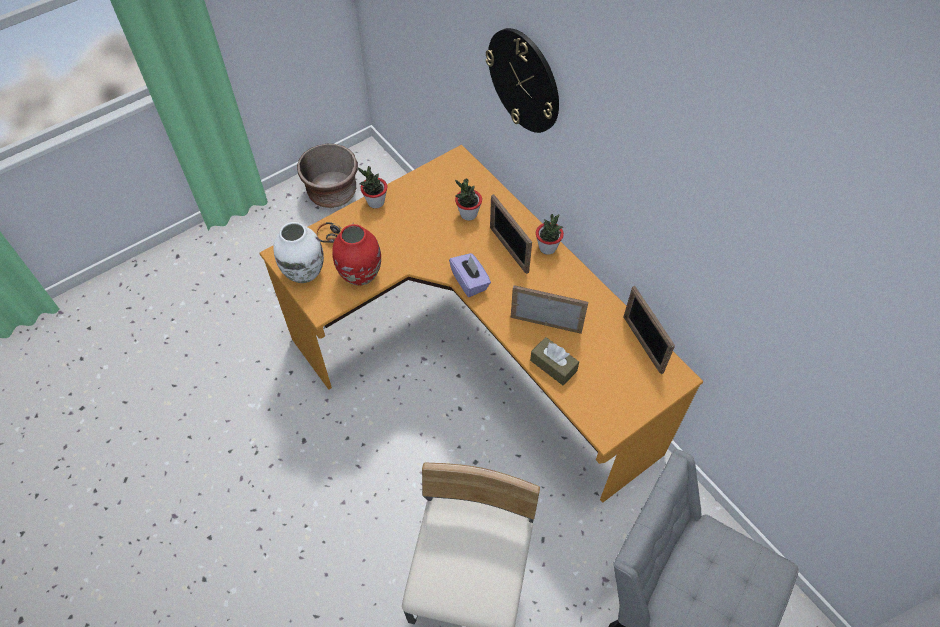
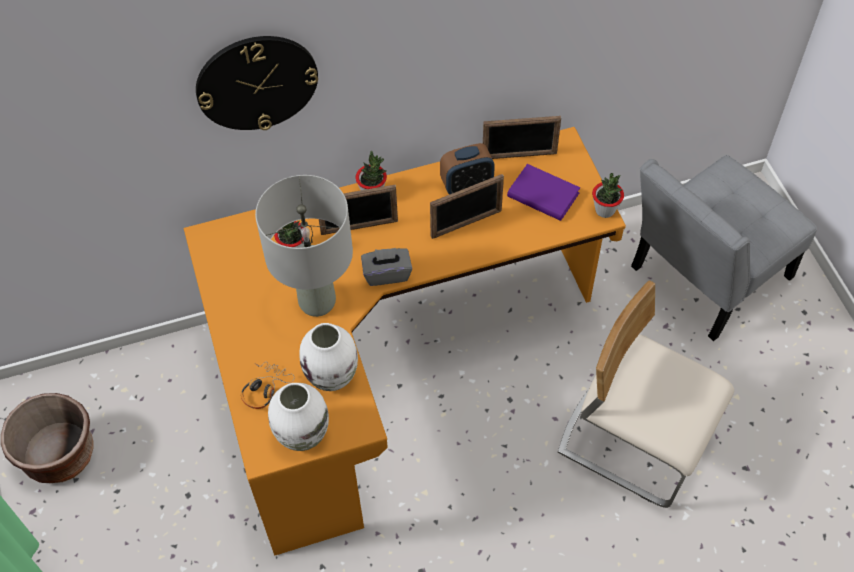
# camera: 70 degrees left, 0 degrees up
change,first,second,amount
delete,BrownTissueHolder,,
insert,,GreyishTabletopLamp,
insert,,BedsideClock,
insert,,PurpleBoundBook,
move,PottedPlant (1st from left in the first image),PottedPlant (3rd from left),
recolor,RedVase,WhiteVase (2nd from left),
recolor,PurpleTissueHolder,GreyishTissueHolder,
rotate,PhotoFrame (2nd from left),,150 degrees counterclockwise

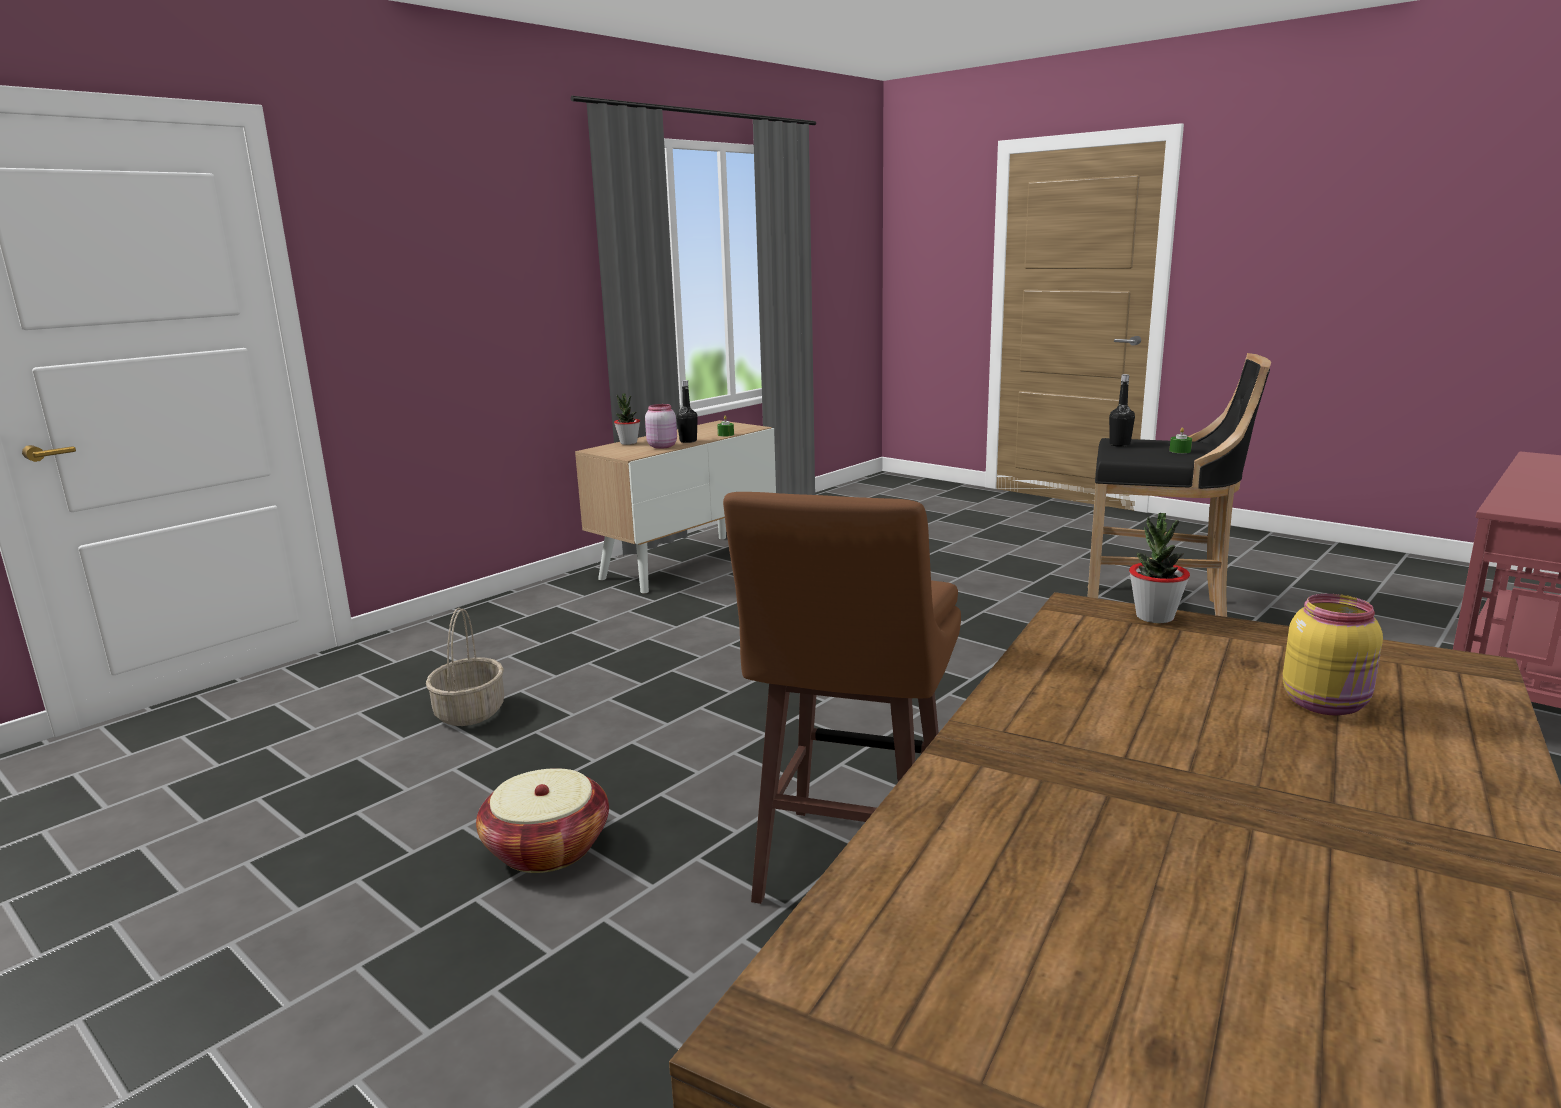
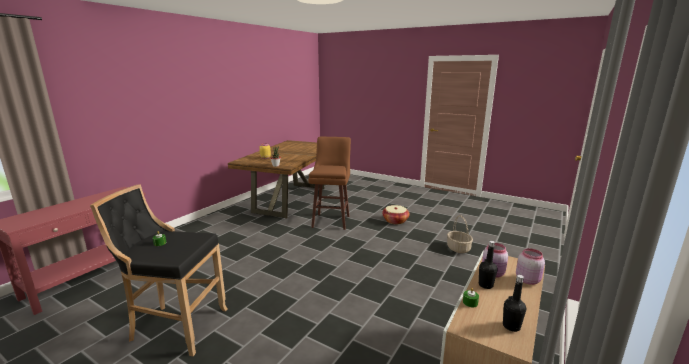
# camera: 170 degrees right, 0 degrees up
change,first,second,amount
move,BlackBottle (2nd from left),,
replace,PottedPlant (1st from left),PinkColouredPreserveJar (2nd from left),

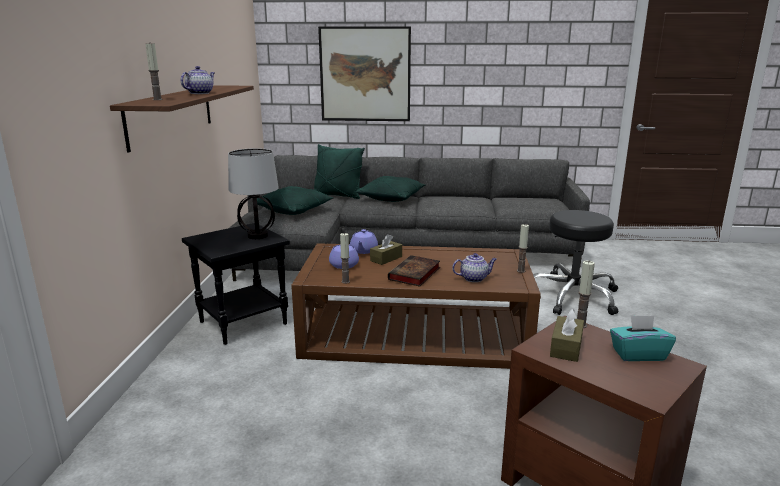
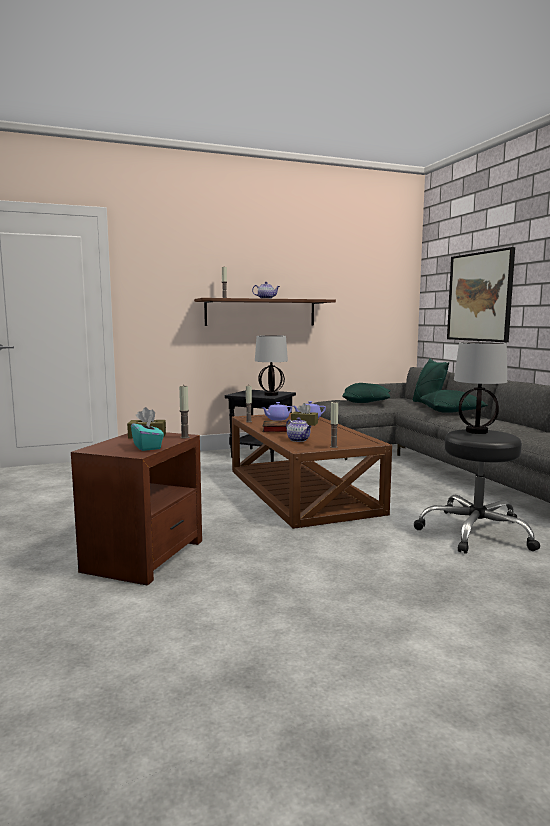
# camera: 65 degrees right, 10 degrees down
change,first,second,amount
insert,,TabletopLamp (2nd from left),

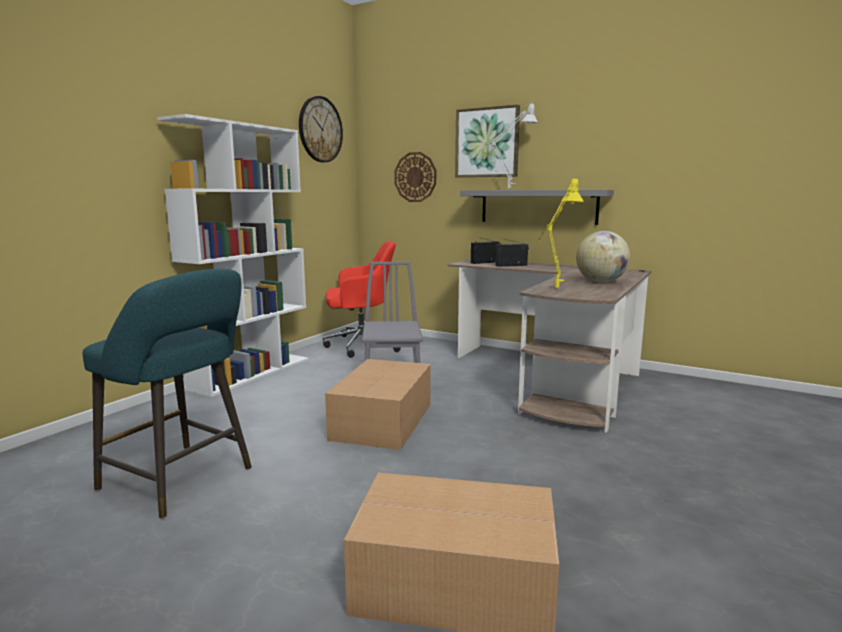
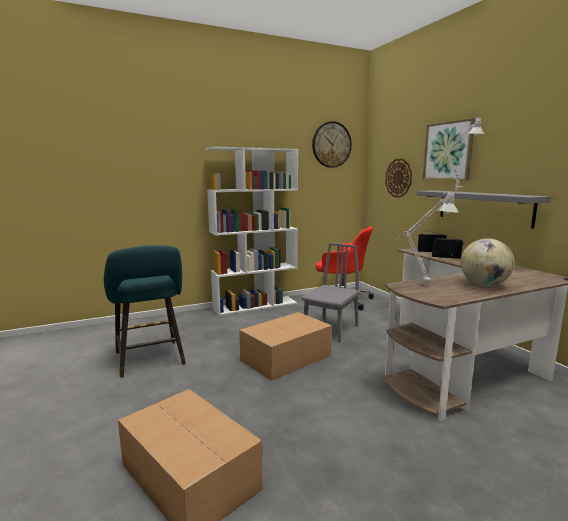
# camera: 35 degrees right, 0 degrees up
change,first,second,amount
recolor,YellowColouredTabletopLamp,GreyishTabletopLamp (1st from left),

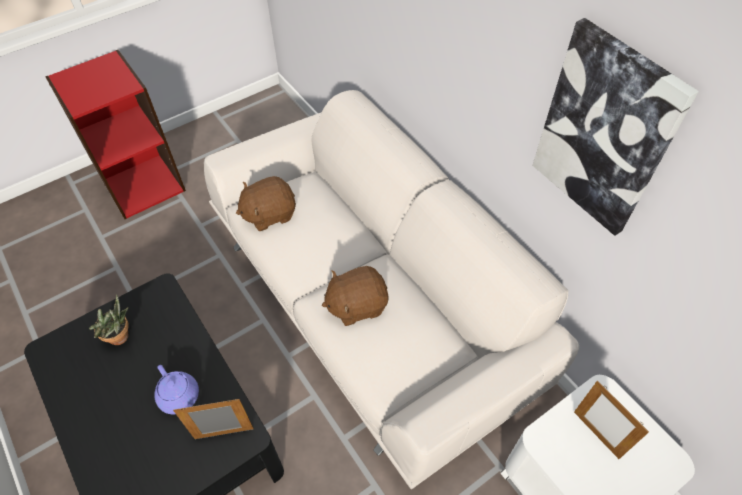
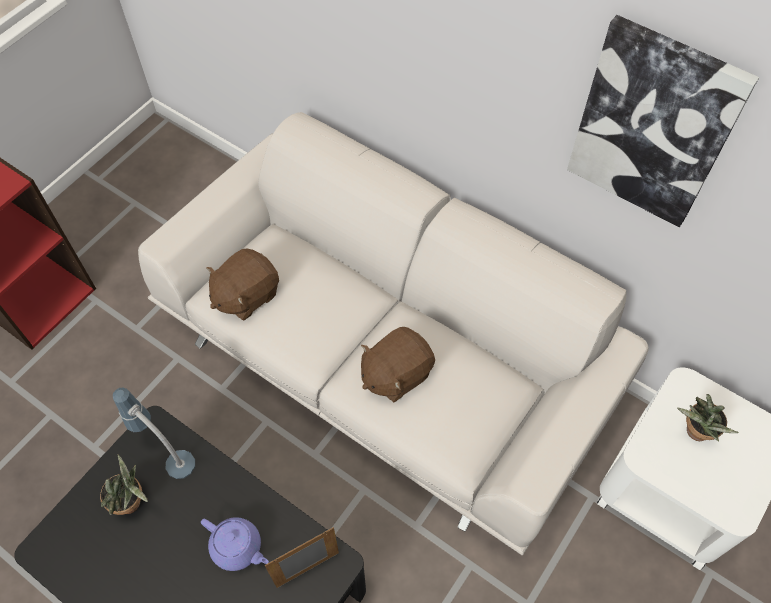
# camera: 20 degrees left, 5 degrees up
change,first,second,amount
insert,,TabletopLamp,
replace,PhotoFrame (2nd from left),PottedPlant (2nd from left),

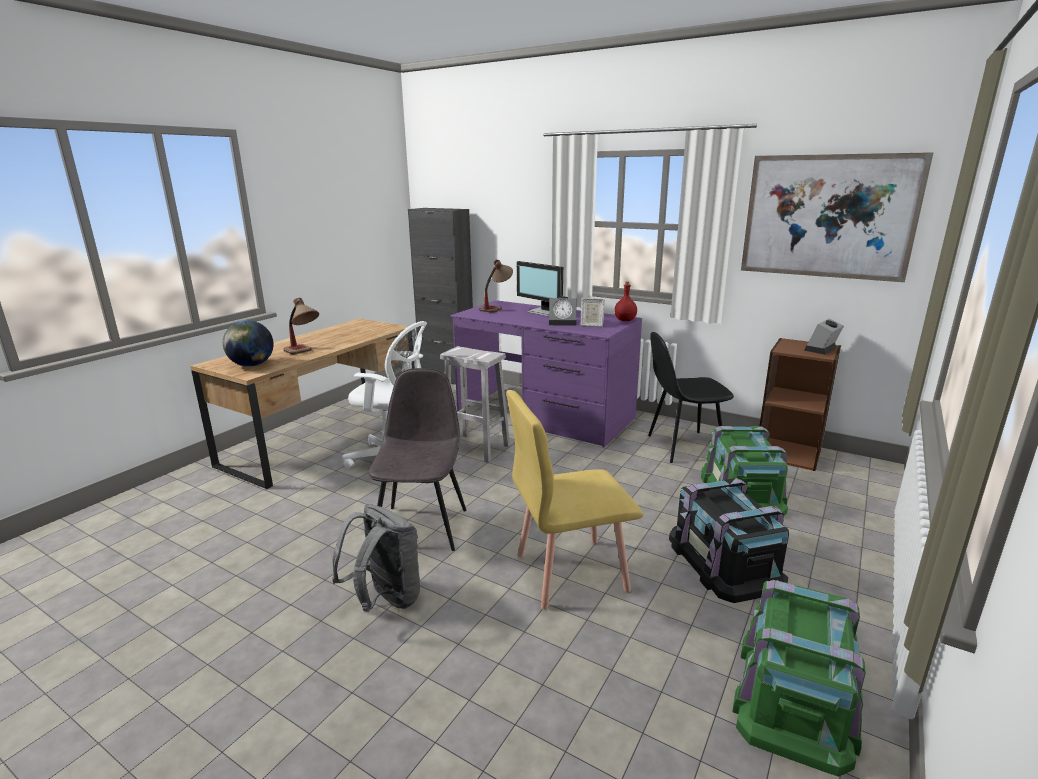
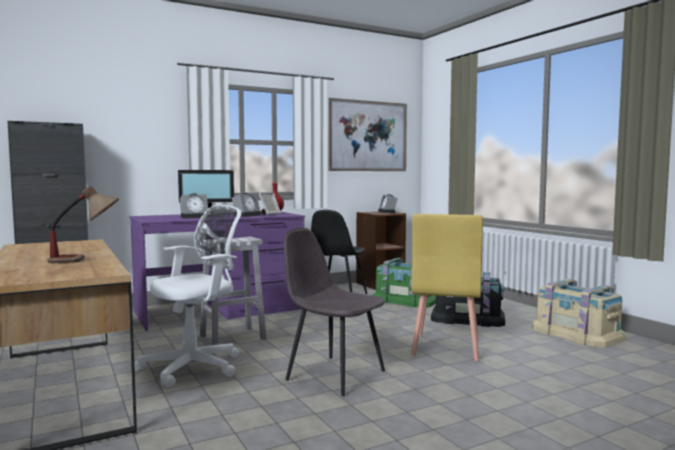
# camera: 60 degrees left, 15 degrees down
change,first,second,amount
delete,WorldGlobe,,
delete,GreyishKnapsack,,
delete,TabletopLamp (2nd from left),,
insert,,BedsideClock (1st from left),
recolor,GreenStorageBox (2nd from left),BeigeStorageBox,

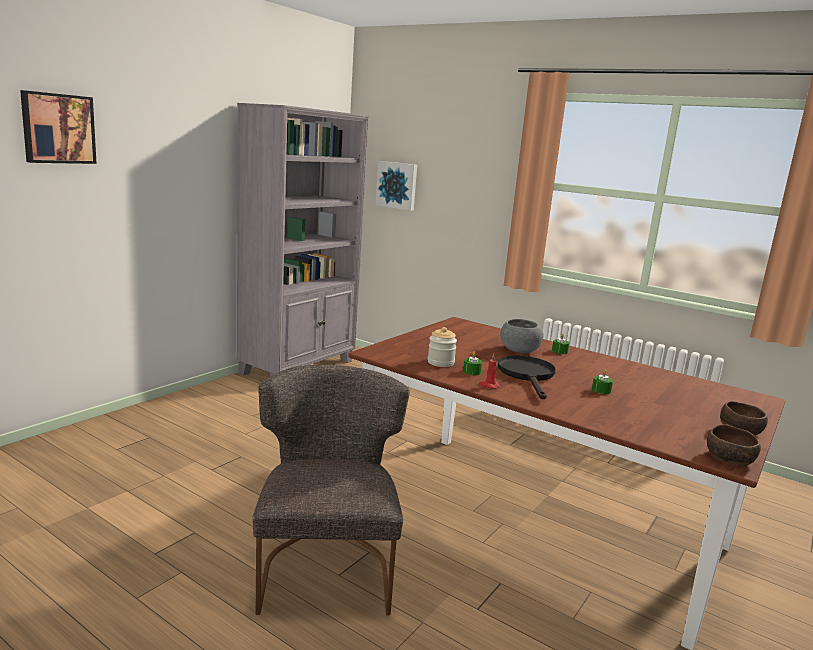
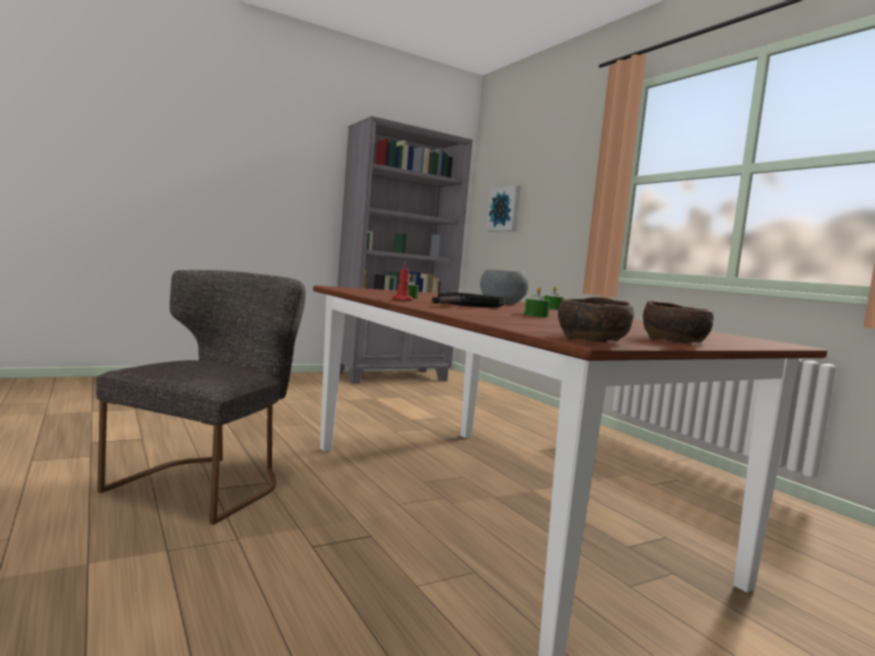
# camera: 25 degrees right, 10 degrees down
change,first,second,amount
delete,WallPicture (1st from left),,
delete,PreserveJar,,

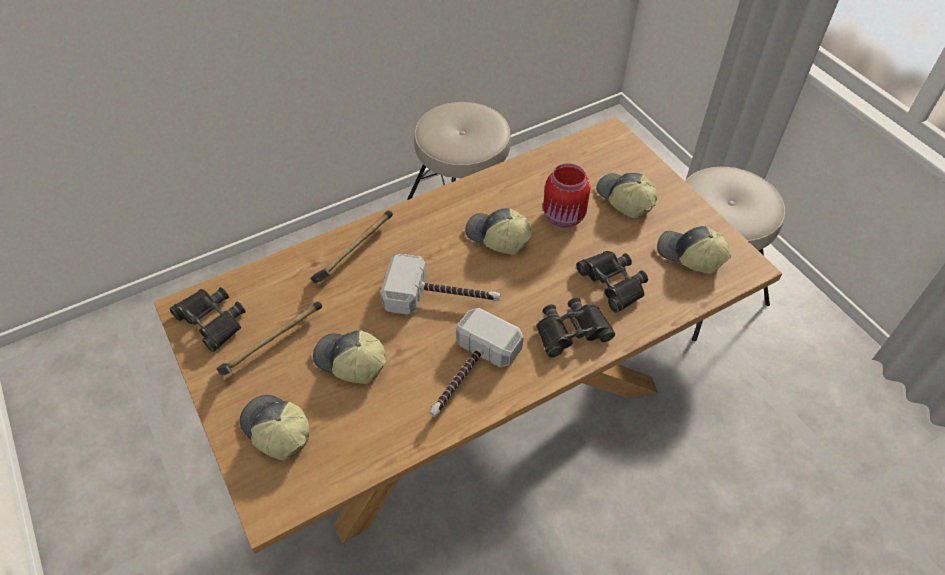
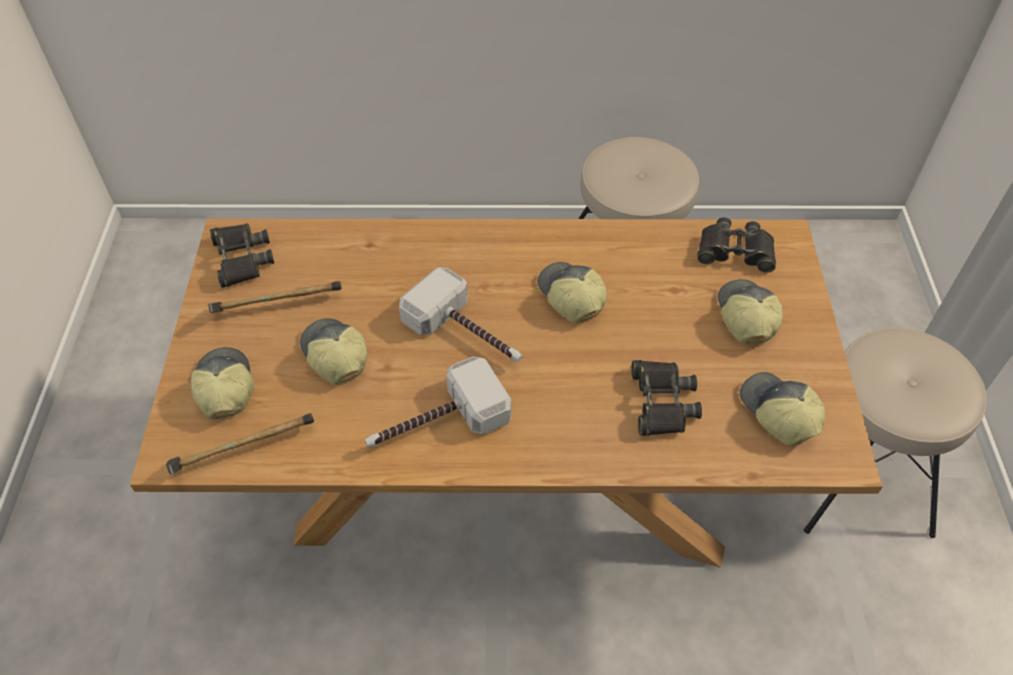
# camera: 30 degrees right, 0 degrees up
change,first,second,amount
delete,RedPreserveJar,,
move,ToolHammer (2nd from left in the first image),ToolHammer (1st from left),
move,BlackFieldGlasses (2nd from left in the first image),BlackFieldGlasses (3rd from left),

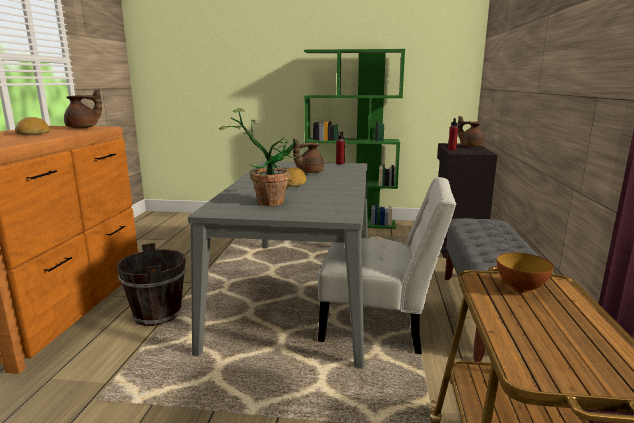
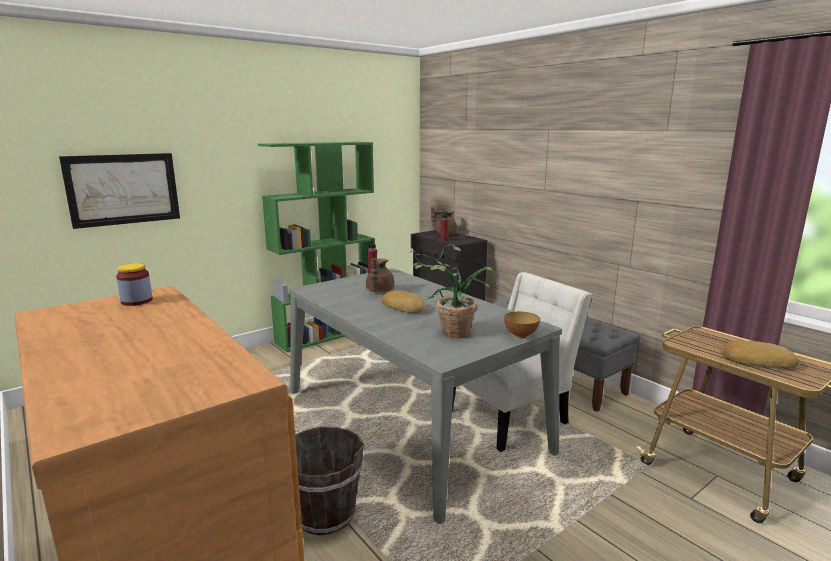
# camera: 45 degrees left, 0 degrees up
change,first,second,amount
insert,,WallPicture,
move,BakedBread (1st from left in the first image),BakedBread (2nd from left),
move,ServingBowl,,
replace,BrownTeapot (1st from left),PreserveJar,

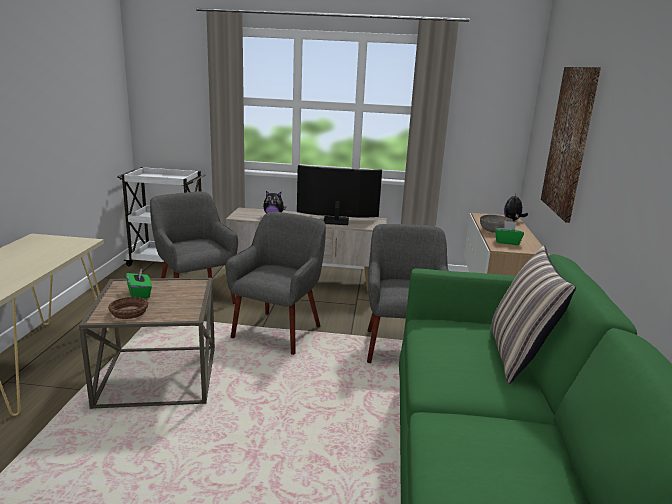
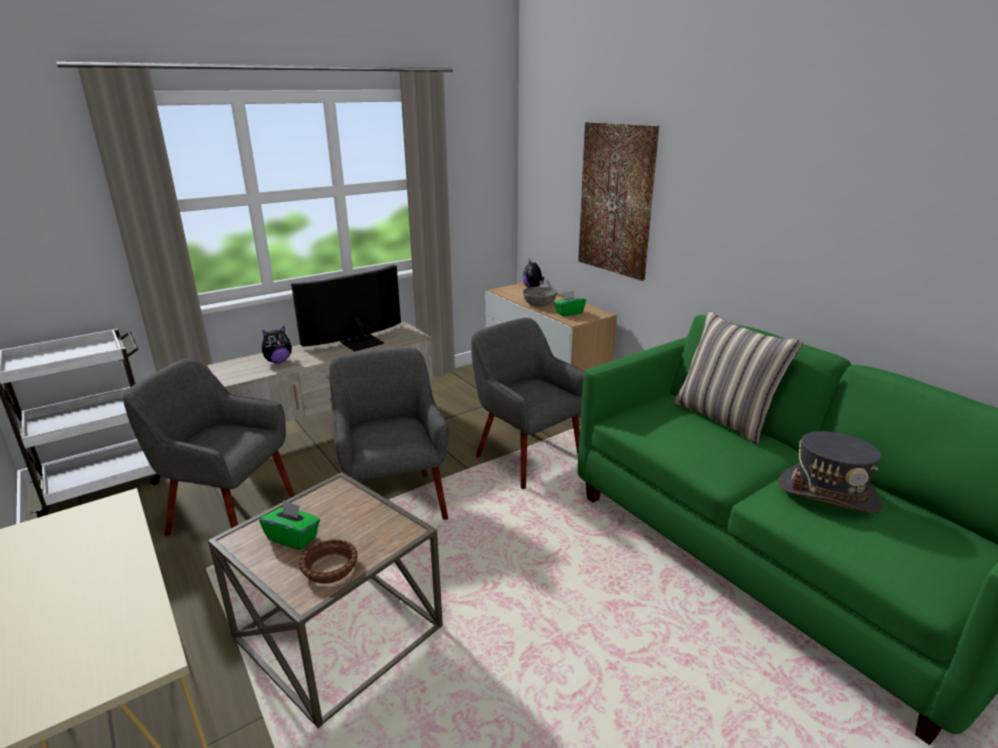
# camera: 40 degrees left, 5 degrees up
change,first,second,amount
insert,,GreyishClothingHat,

